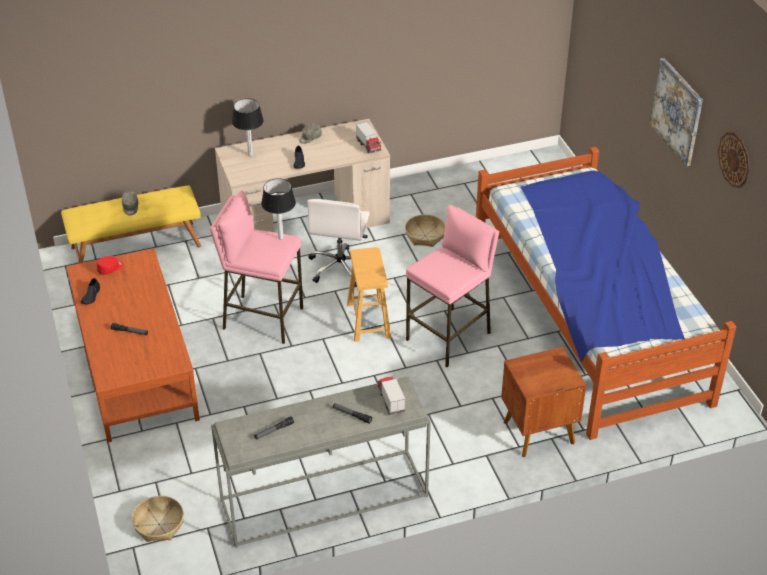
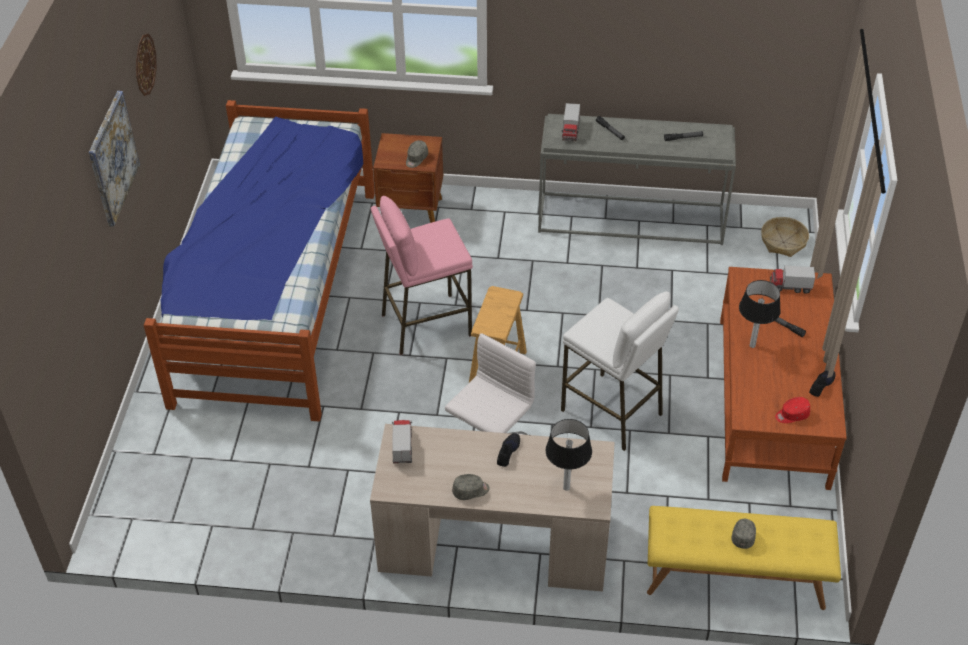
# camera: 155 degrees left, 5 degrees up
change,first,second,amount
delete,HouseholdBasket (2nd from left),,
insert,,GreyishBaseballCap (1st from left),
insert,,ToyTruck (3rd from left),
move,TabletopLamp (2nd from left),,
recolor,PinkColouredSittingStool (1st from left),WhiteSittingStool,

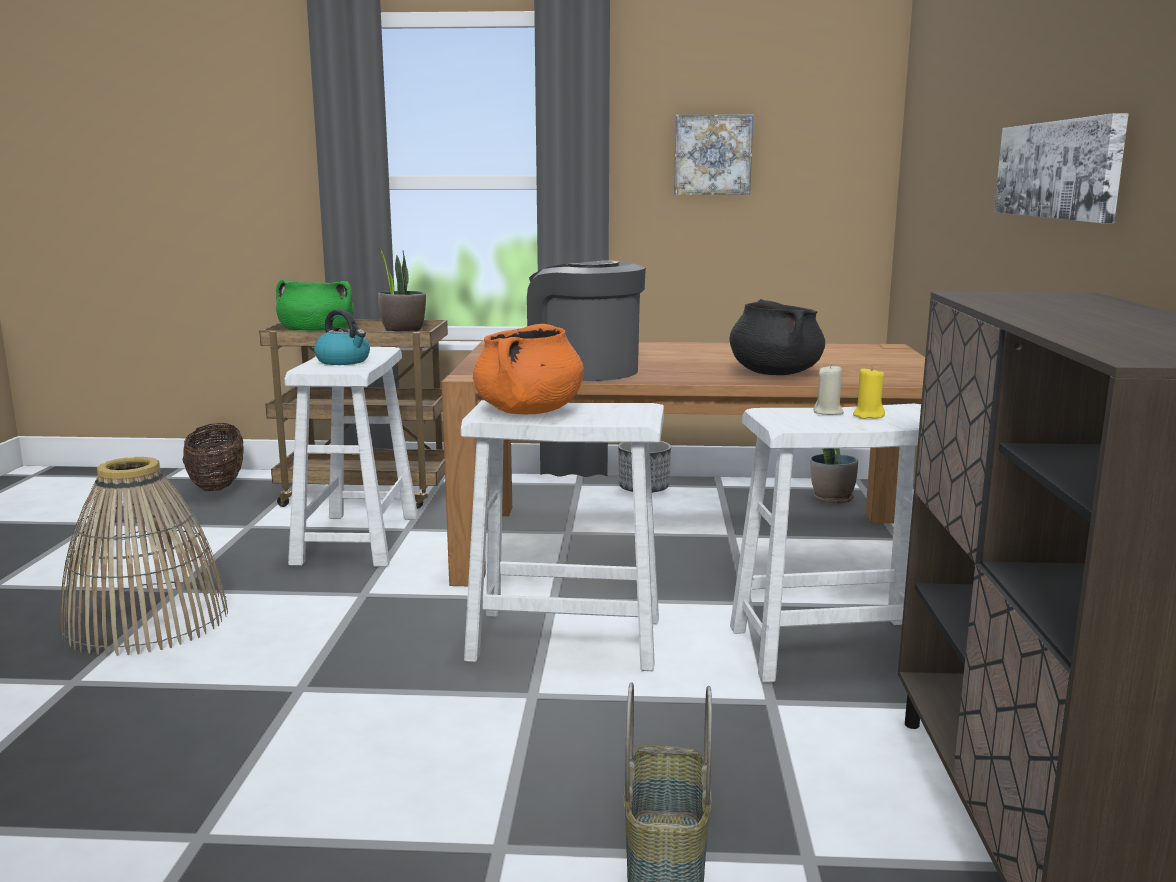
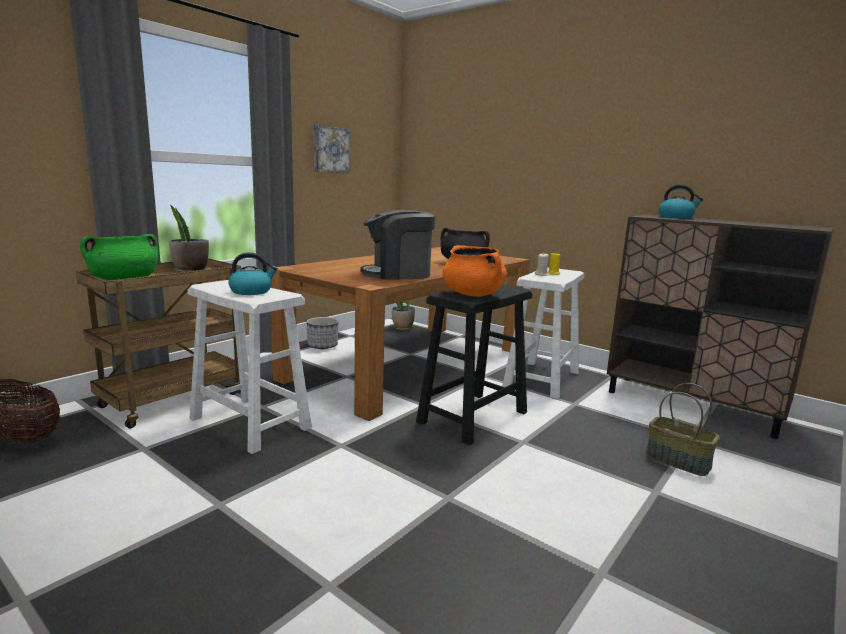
# camera: 55 degrees left, 0 degrees up
change,first,second,amount
delete,HouseholdBasket (1st from left),,
delete,WallPicture (2nd from left),,
insert,,Kettle (2nd from left),
recolor,WhiteSittingStool (2nd from left),BlackSittingStool,

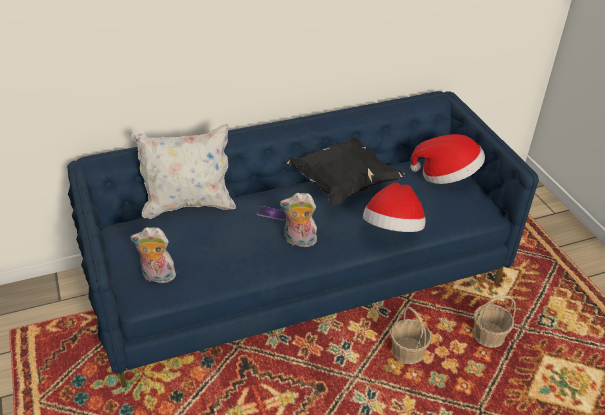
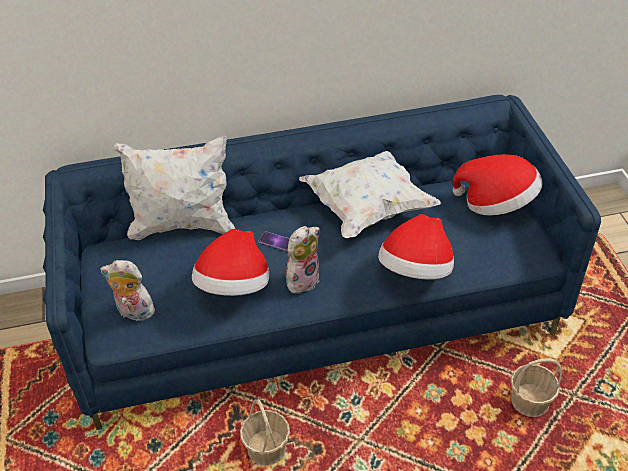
# camera: 10 degrees right, 5 degrees up
change,first,second,amount
insert,,ClothingHat (1st from left),
move,HouseholdBasket (1st from left),,
recolor,BlackThrowPillow,WhiteThrowPillow (2nd from left),
rotate,PlushToy (2nd from left),,120 degrees clockwise

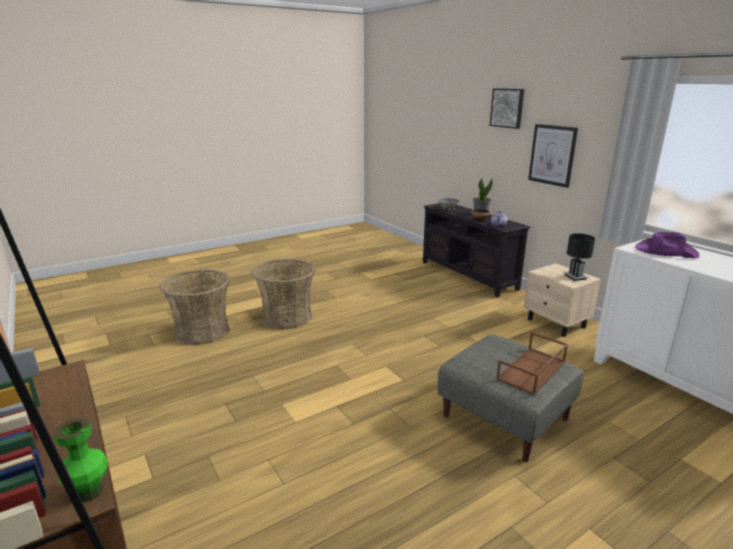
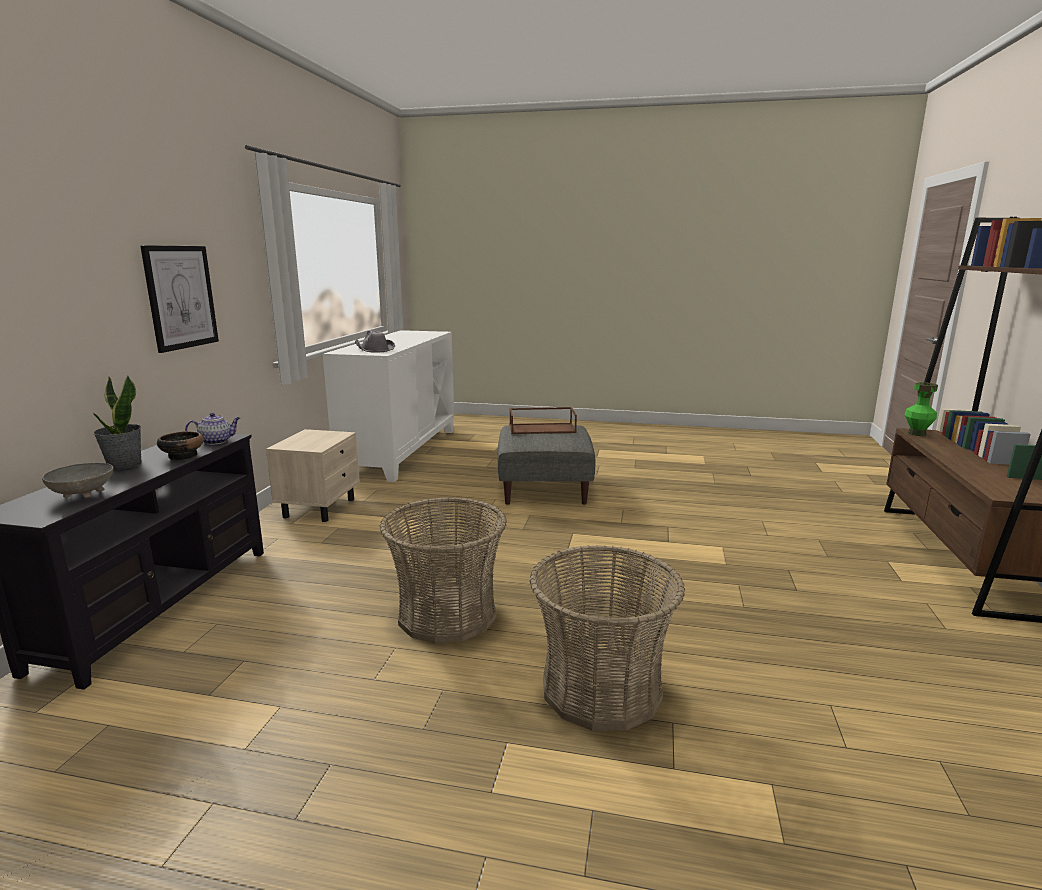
# camera: 135 degrees left, 5 degrees down
change,first,second,amount
delete,WallPicture (1st from left),,
delete,BlackTabletopLamp,,
move,HouseholdBasket (1st from left),,
recolor,PurpleClothingHat,GreyishClothingHat,

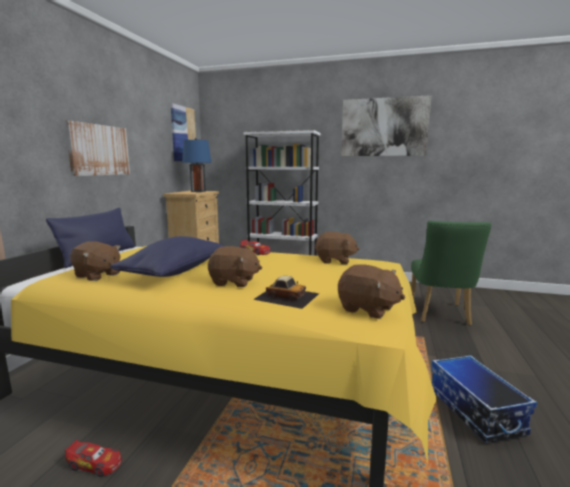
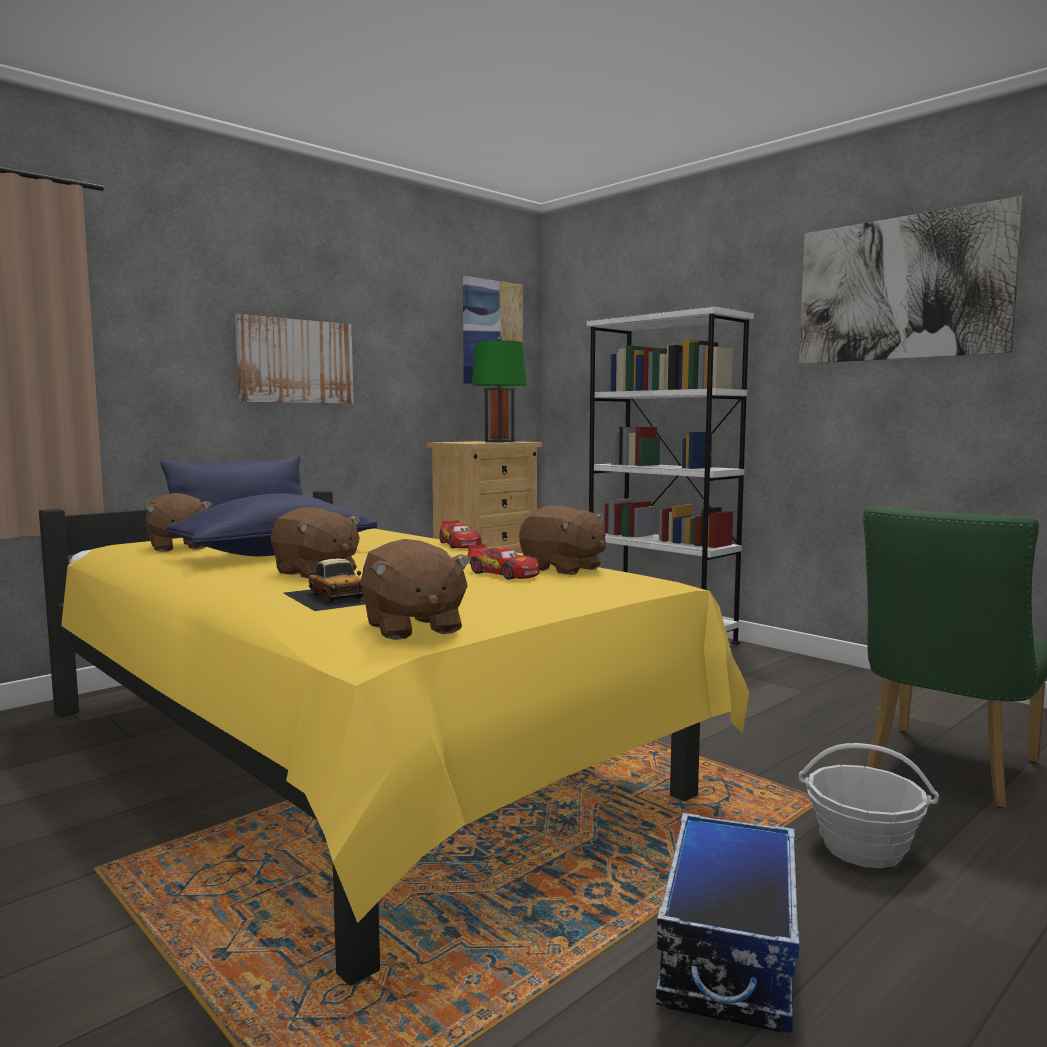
# camera: 30 degrees right, 5 degrees down
change,first,second,amount
insert,,HouseholdBasket,
move,ModelCar (1st from left in the first image),ModelCar (3rd from left),
recolor,BluishTabletopLamp,GreenTabletopLamp,

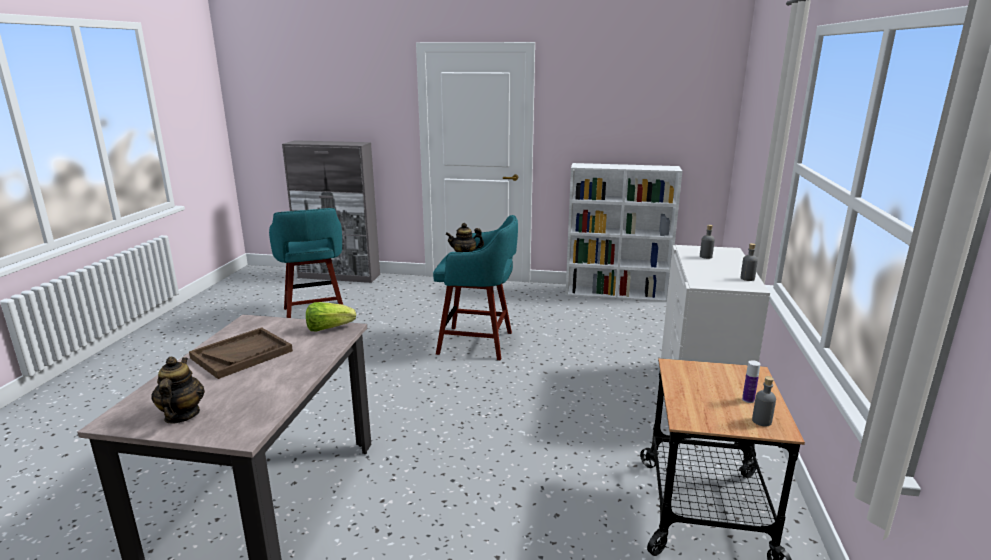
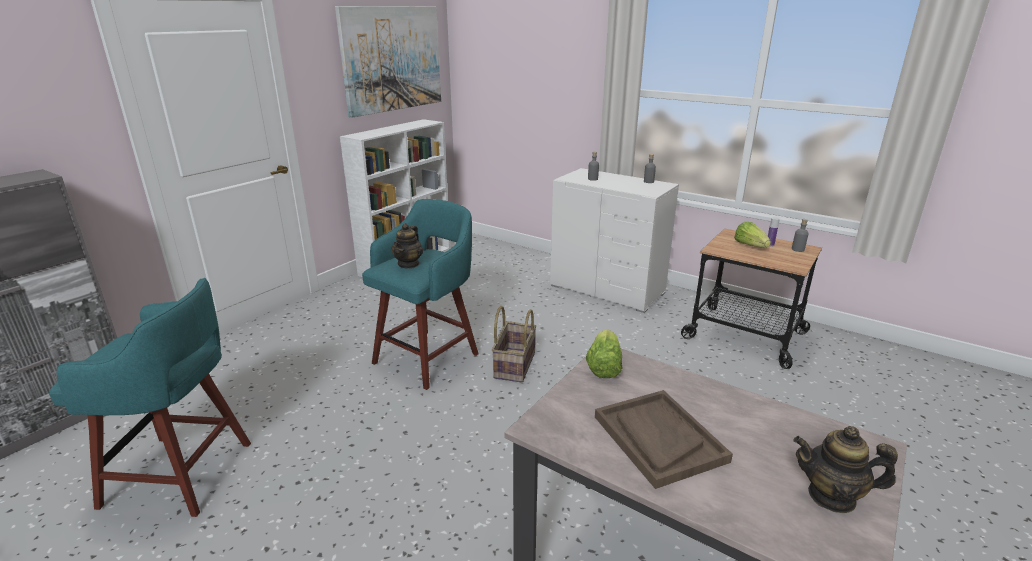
# camera: 65 degrees left, 5 degrees up
change,first,second,amount
insert,,WallPicture,
insert,,HouseholdBasket,
insert,,LettuceHead (2nd from left),

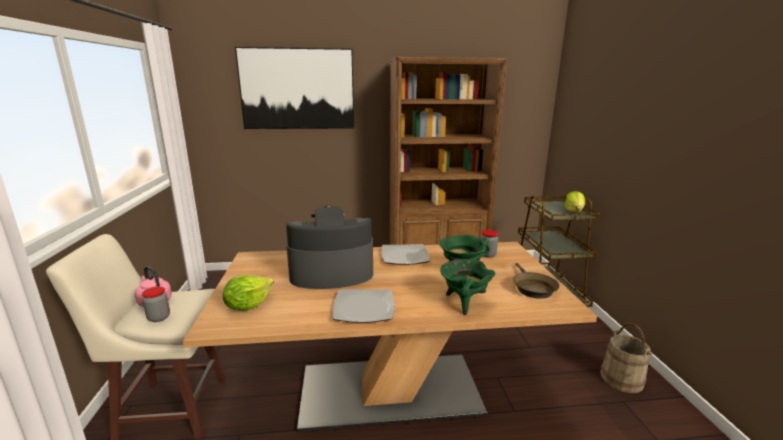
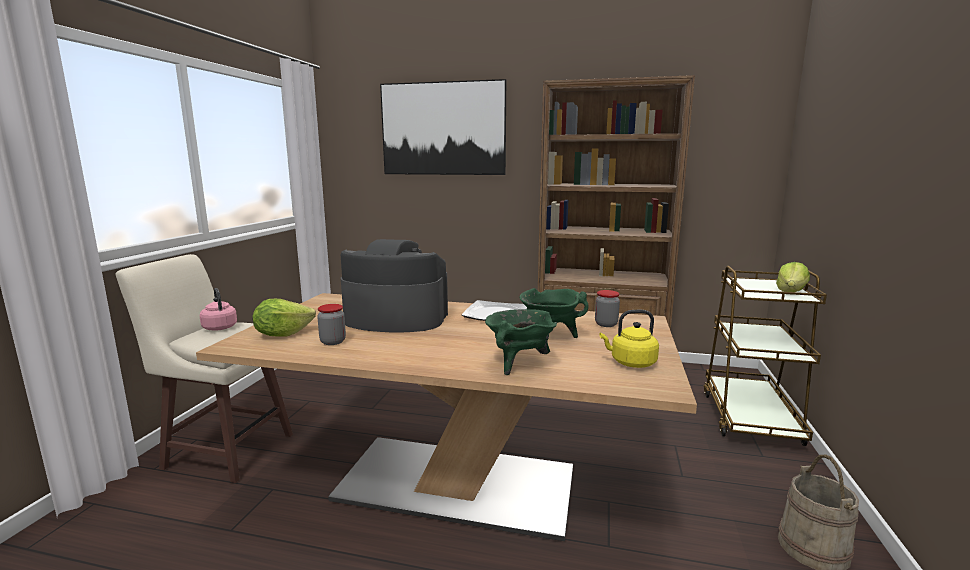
# camera: 20 degrees right, 5 degrees down
change,first,second,amount
delete,DinnerPlate (1st from left),,
move,PreserveJar (1st from left),,
replace,BrownFryingPan,YellowColouredKettle,

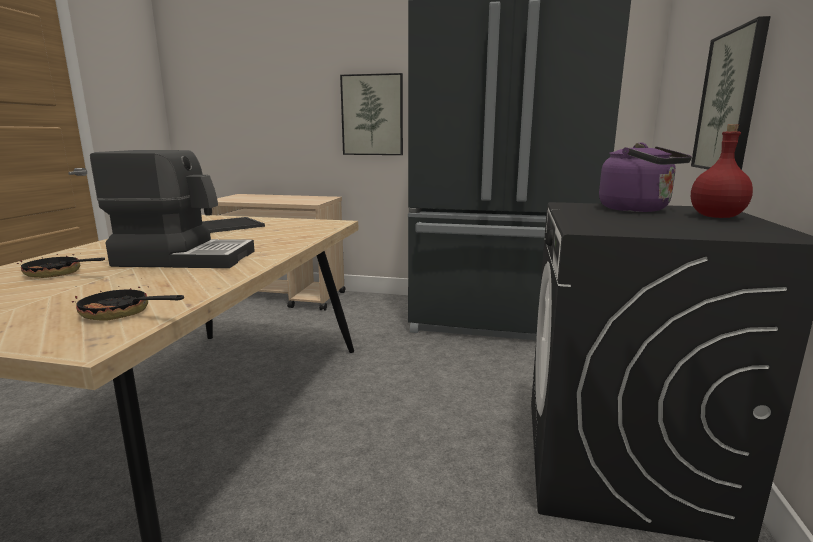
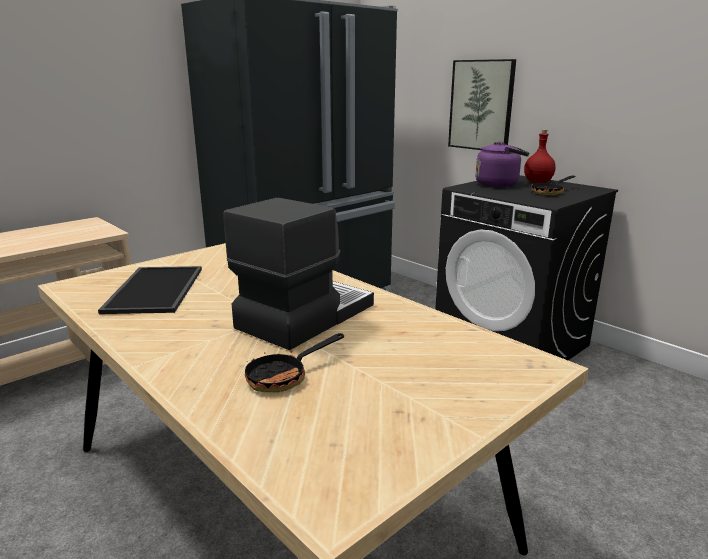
# camera: 55 degrees left, 5 degrees up
change,first,second,amount
delete,WallPicture (1st from left),,
move,FryingPan (2nd from left),,

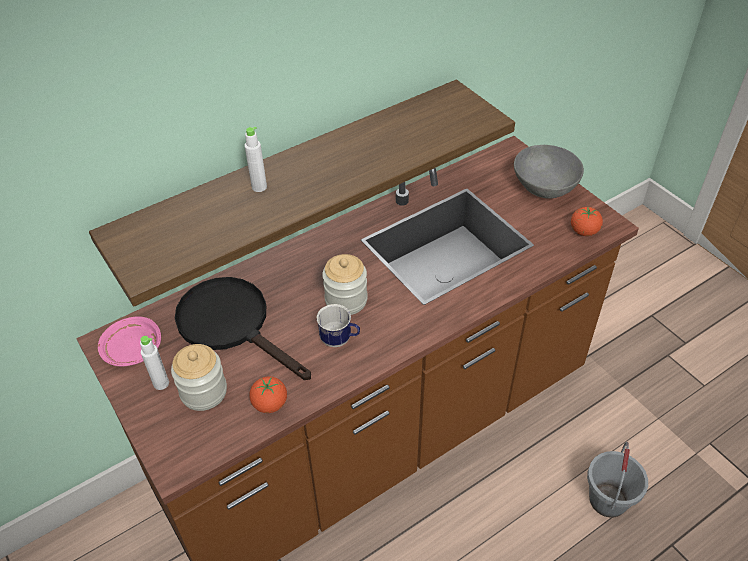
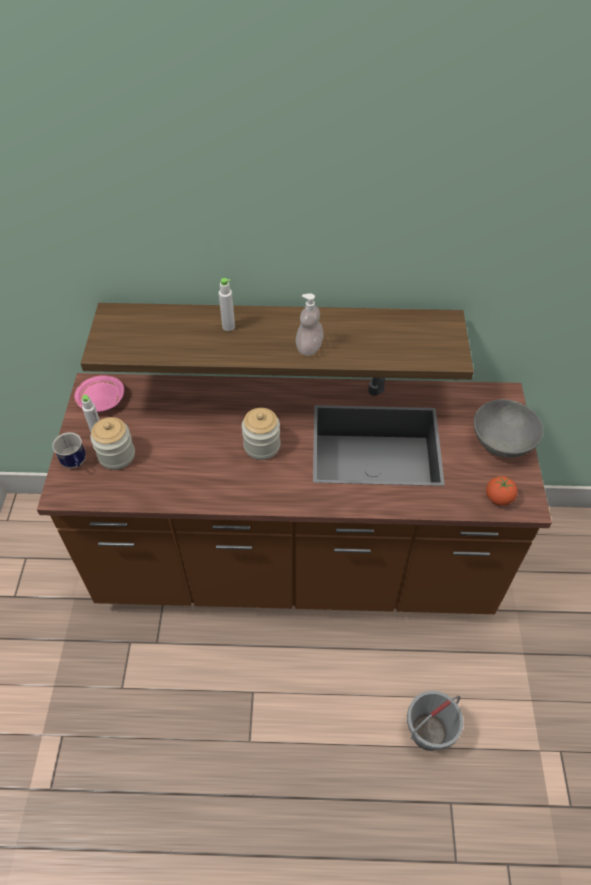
# camera: 35 degrees right, 5 degrees up
change,first,second,amount
delete,BlackFryingPan,,
delete,FreshTomato (1st from left),,
insert,,LiquidSoapBottle,
move,CoffeeMug,,

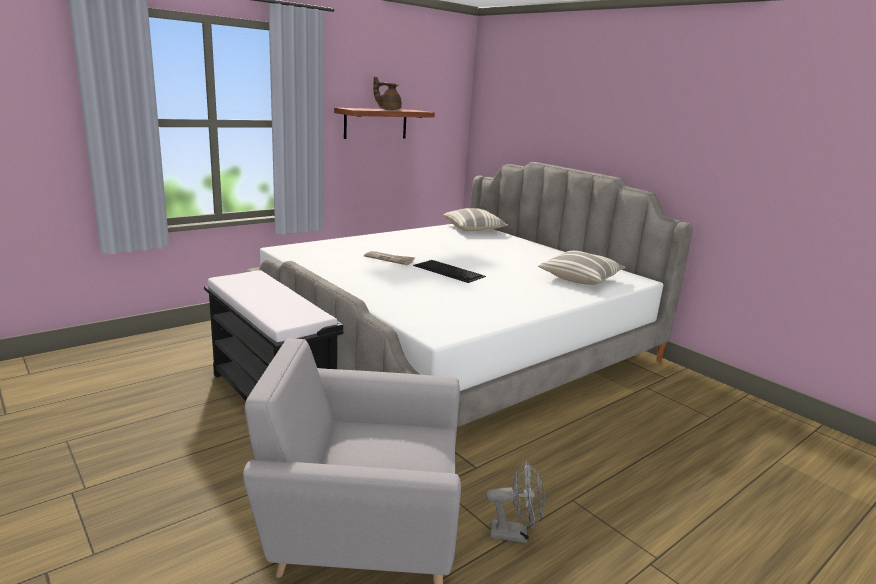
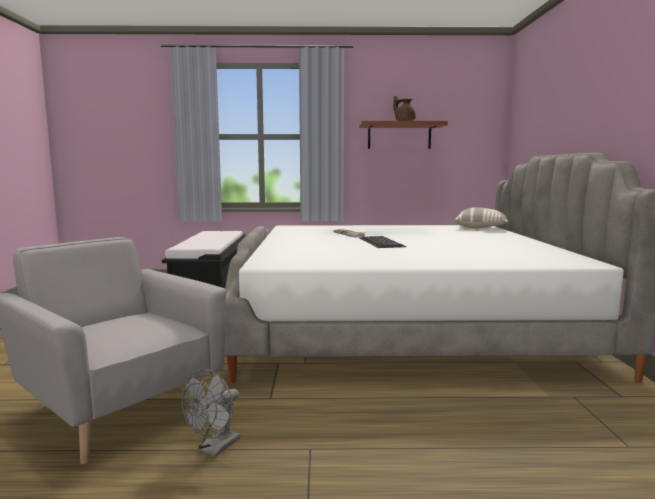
# camera: 40 degrees right, 10 degrees down
change,first,second,amount
delete,ThrowPillow (2nd from left),,
rotate,GreyishElectricFan,,75 degrees clockwise

